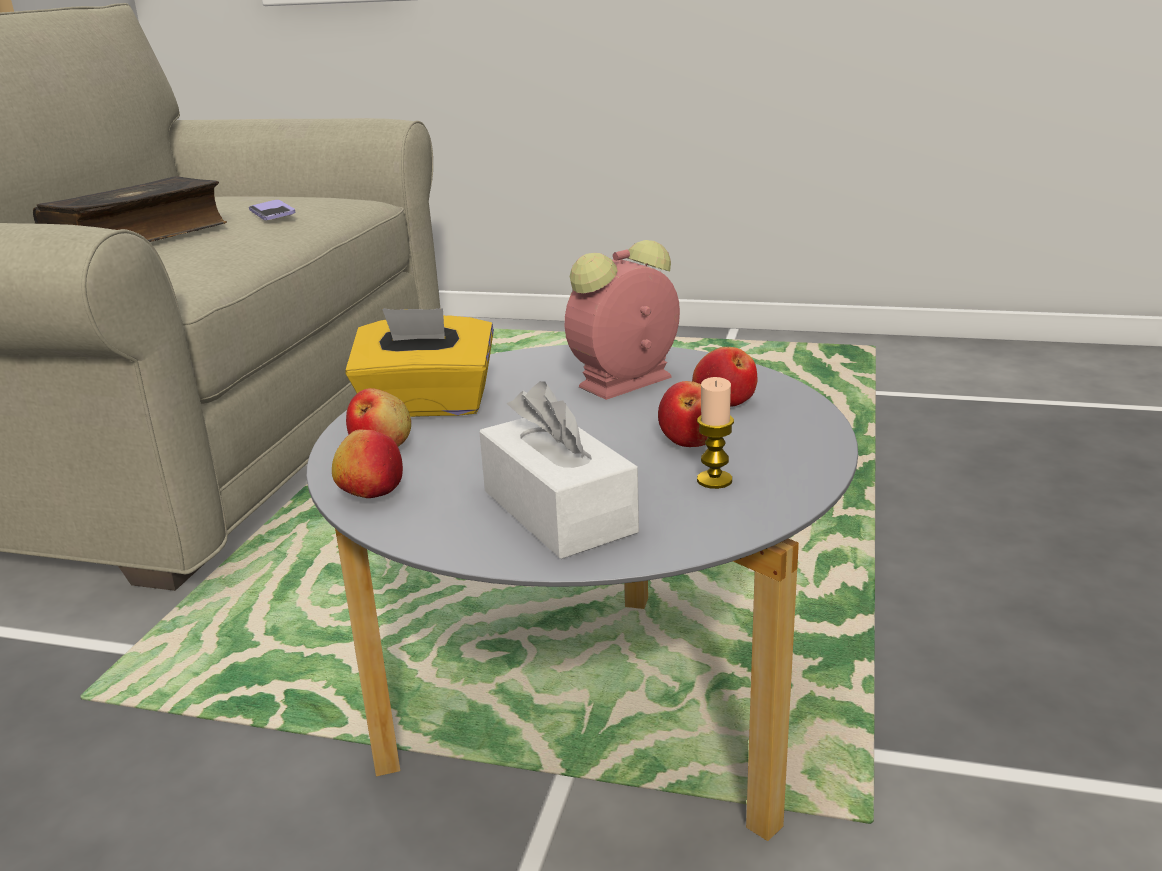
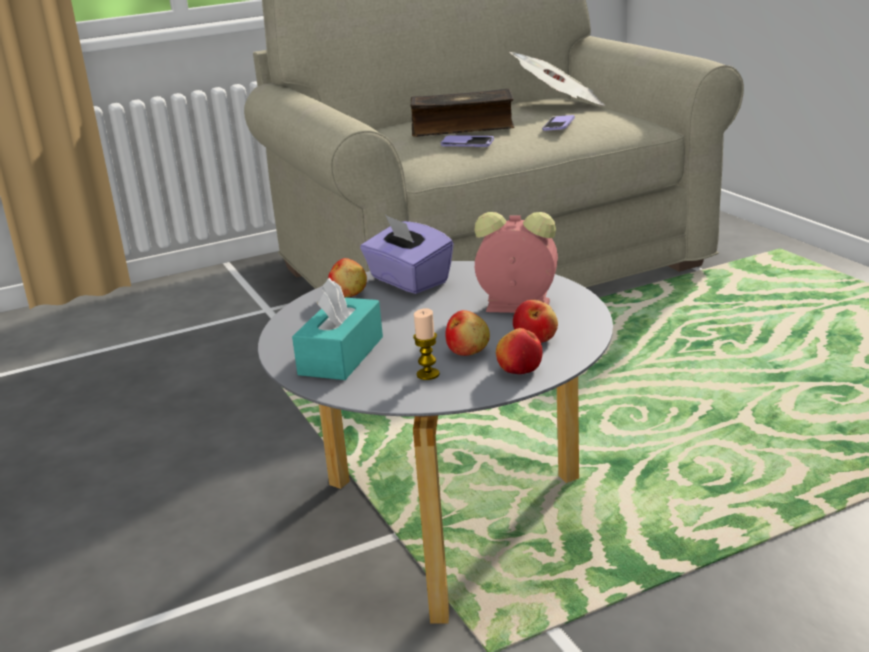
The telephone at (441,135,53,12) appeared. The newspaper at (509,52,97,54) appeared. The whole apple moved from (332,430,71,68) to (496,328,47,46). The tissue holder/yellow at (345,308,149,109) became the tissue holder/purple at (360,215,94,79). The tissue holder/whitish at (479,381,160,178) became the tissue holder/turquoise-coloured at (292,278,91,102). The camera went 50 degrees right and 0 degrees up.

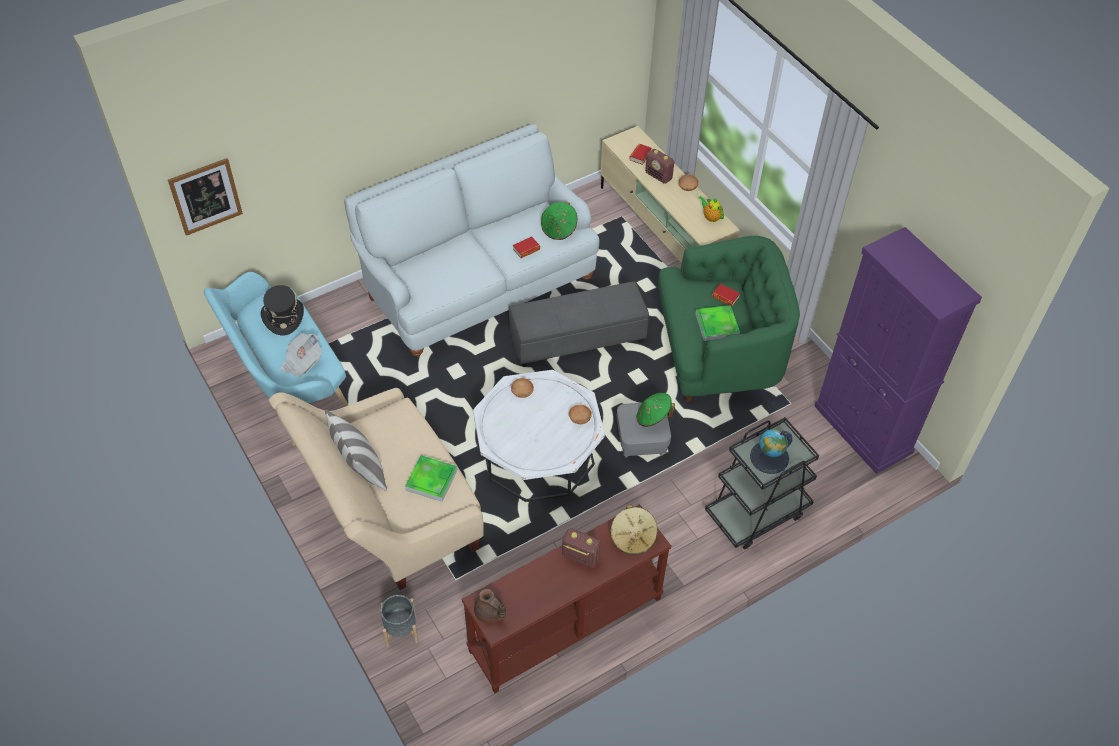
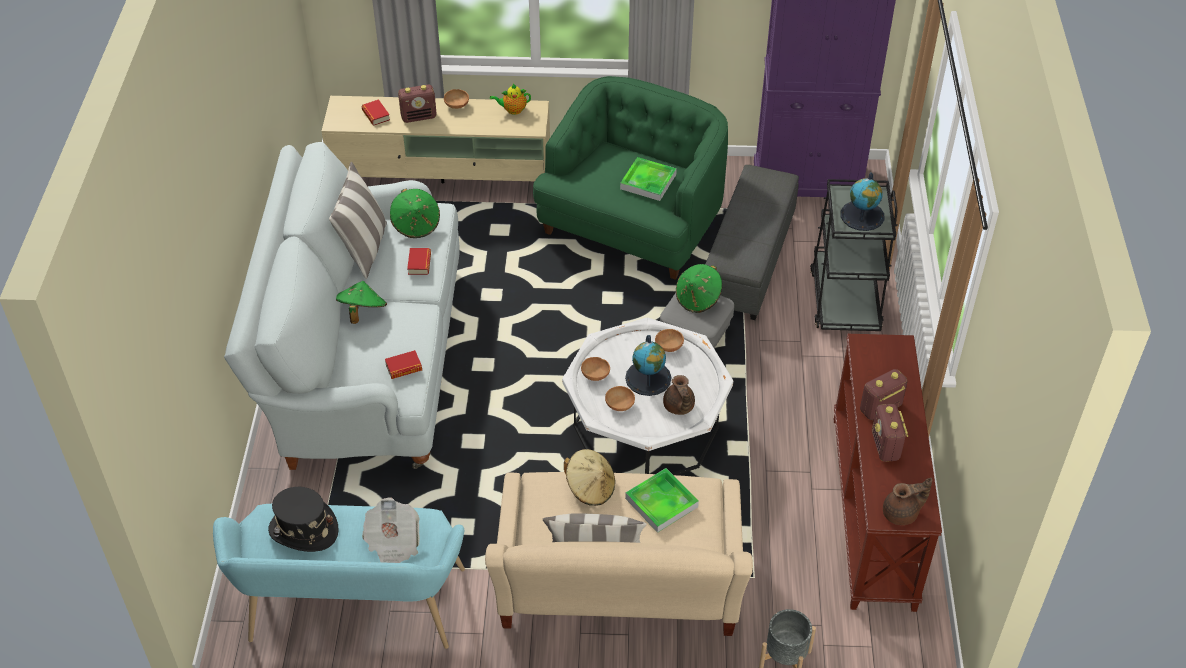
The wall art at (168,158,75,78) disappeared. The cushion at (329,162,58,117) appeared. The clothing hat/green at (336,281,51,43) appeared. The deep dish/brownish at (605,386,30,25) appeared. The desk globe at (625,335,47,61) appeared. The teapot/brownish at (663,375,32,40) appeared. The radio receiver at (872,404,36,58) appeared. The footrest/grey moved from (509,281,140,86) to (705,165,94,155). The clothing hat/beige-coloured moved from (610,505,48,50) to (564,449,51,57). The volume moved from (712,284,28,23) to (385,350,37,29). The camera went 55 degrees left and 5 degrees down.

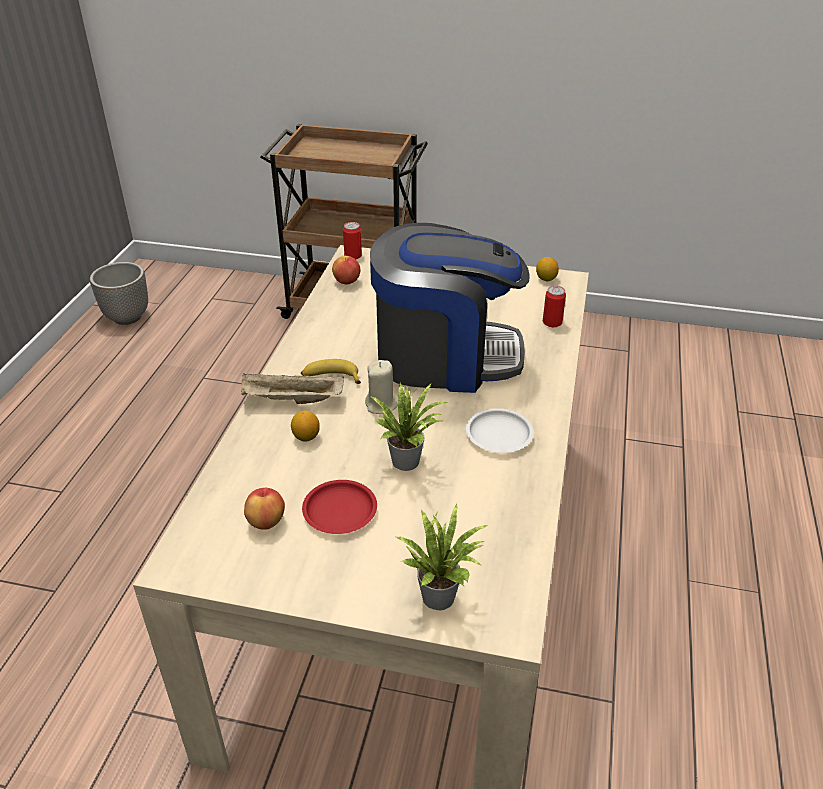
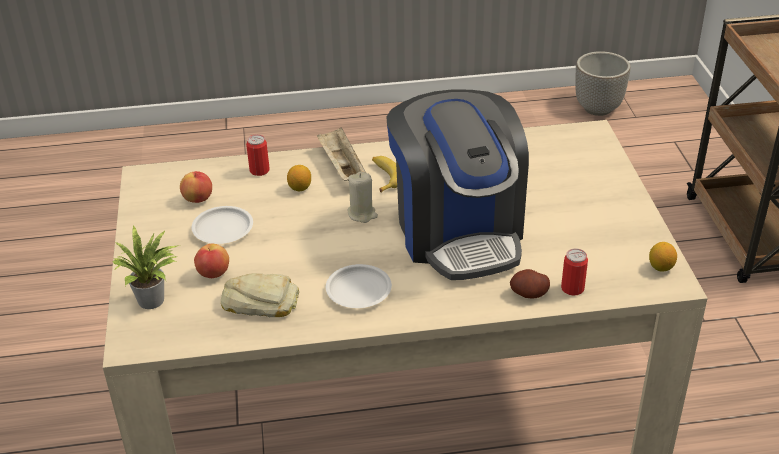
The potted plant at (370,383,79,88) disappeared. The bakery bread at (221,273,78,44) appeared. The spud at (510,269,40,29) appeared. The whole apple moved from (332,255,28,30) to (194,244,35,34). The metal can moved from (343,222,19,37) to (246,134,24,42). The plate/red-coloured at (302,480,75,54) became the plate/whitish at (192,206,61,38). The camera went 70 degrees right and 0 degrees up.

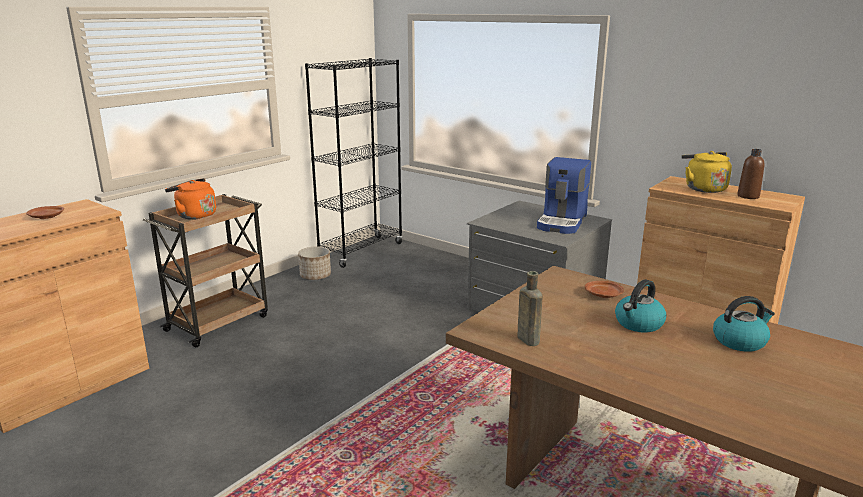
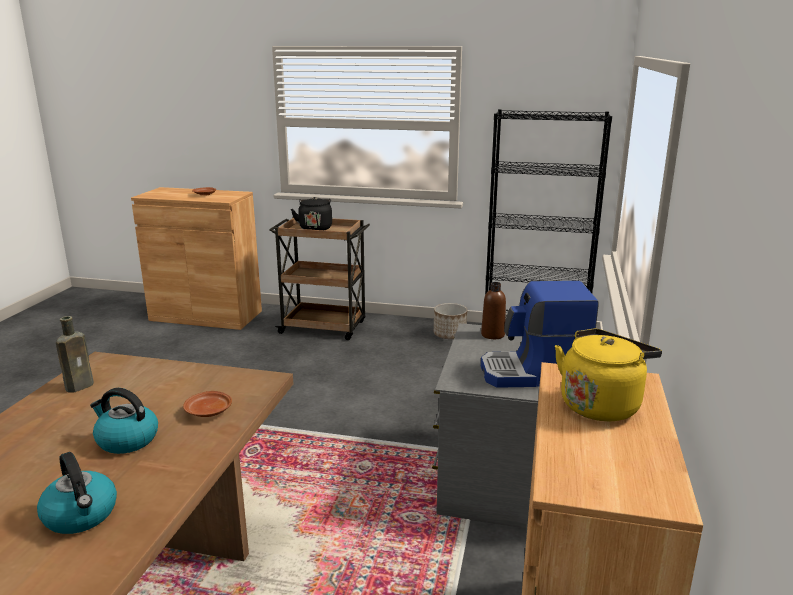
The bottle/brownish moved from (737,149,28,50) to (481,282,25,57). The kettle/orangey at (165,178,51,42) became the kettle/black at (291,197,41,33). The camera went 65 degrees right and 0 degrees up.

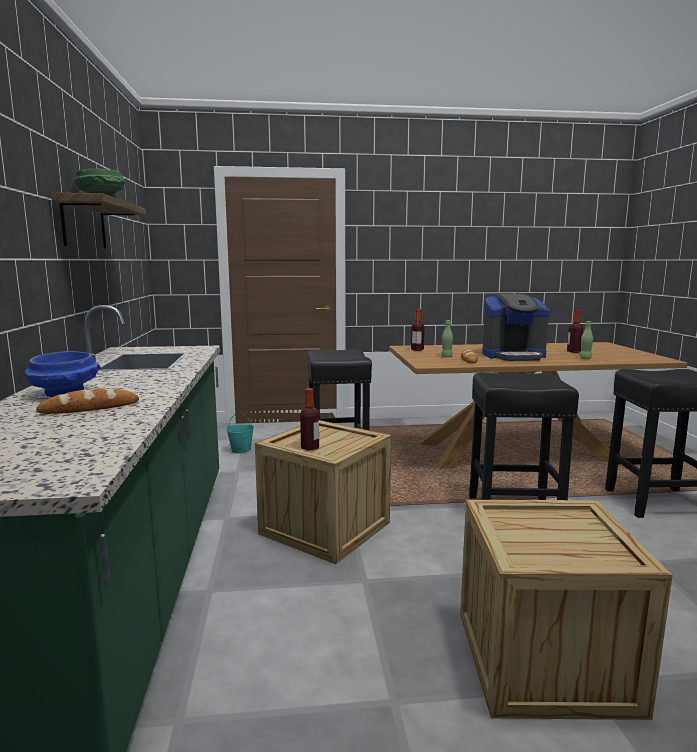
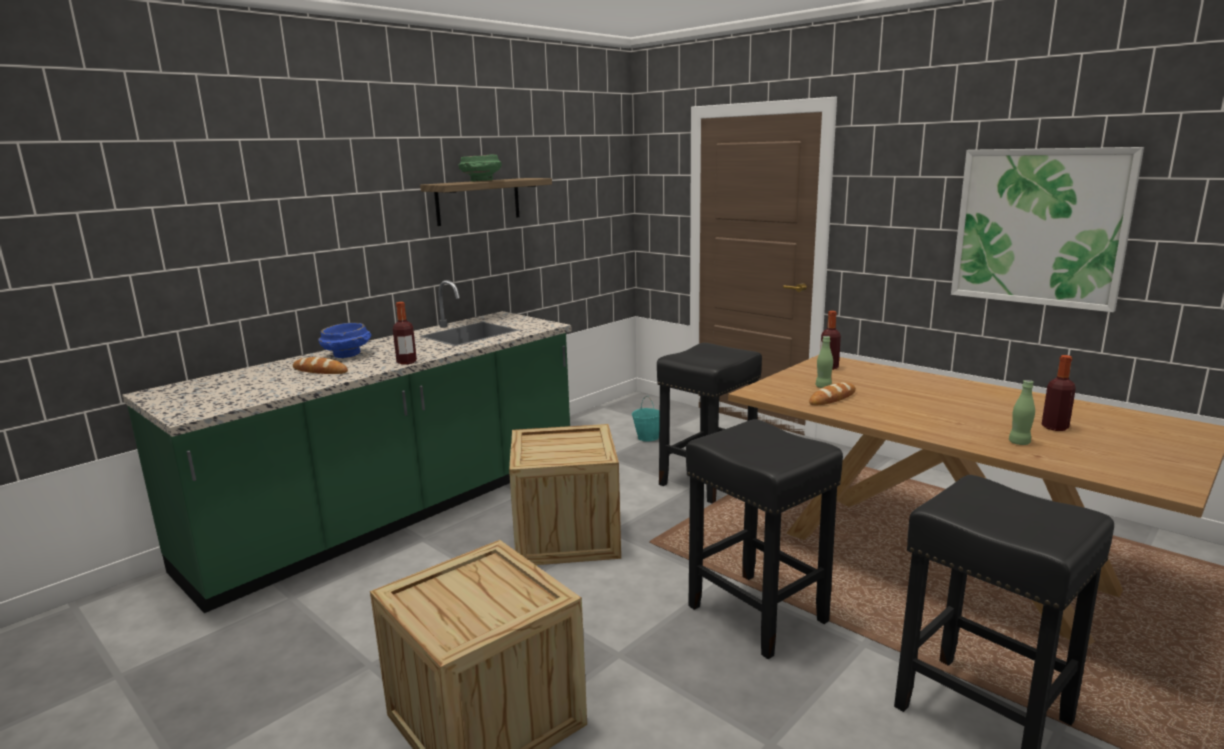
The coffee brewer at (482,294,68,67) disappeared. The wall art at (951,147,193,165) appeared. The bottle moved from (300,388,19,62) to (393,302,24,63). The camera went 50 degrees right and 5 degrees up.

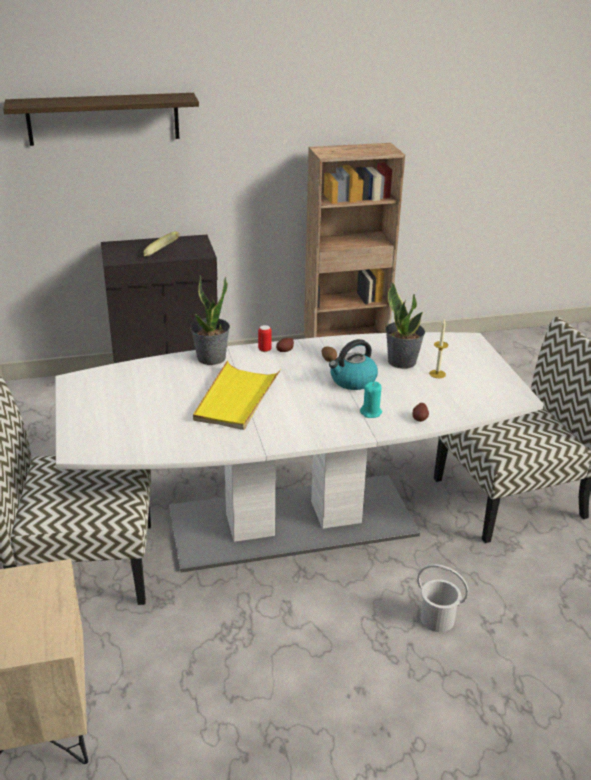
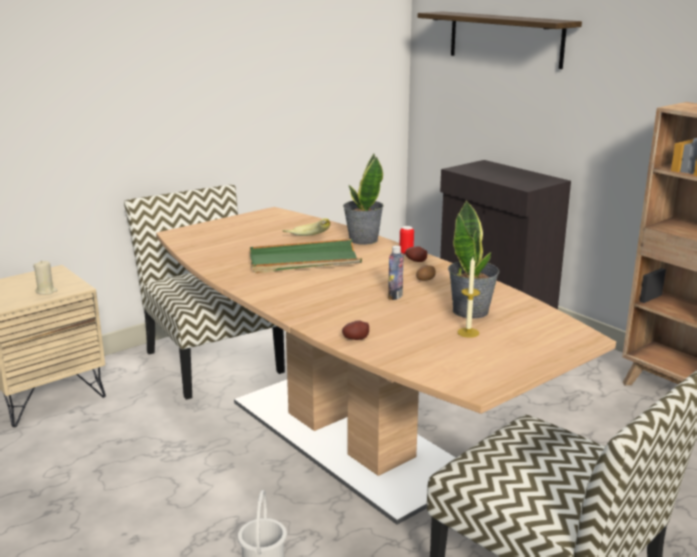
The wax light/turquoise-coloured at (360,382,22,36) disappeared. The wax light/beige-coloured at (33,260,25,35) appeared. The banana fruit moved from (143,232,37,24) to (282,218,48,18). The kettle at (329,339,49,51) was replaced by the bottle at (388,246,16,54). The kitchen table/whitish at (55,332,489,241) became the kitchen table/brownish at (156,207,460,318). The serving tray/yellow at (193,360,88,70) became the serving tray/green at (250,239,112,34). The camera went 65 degrees right and 10 degrees down.

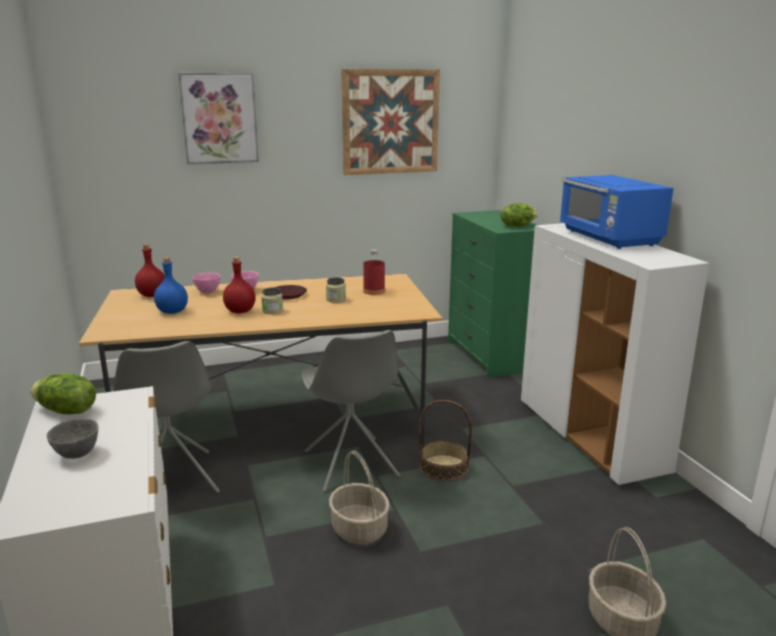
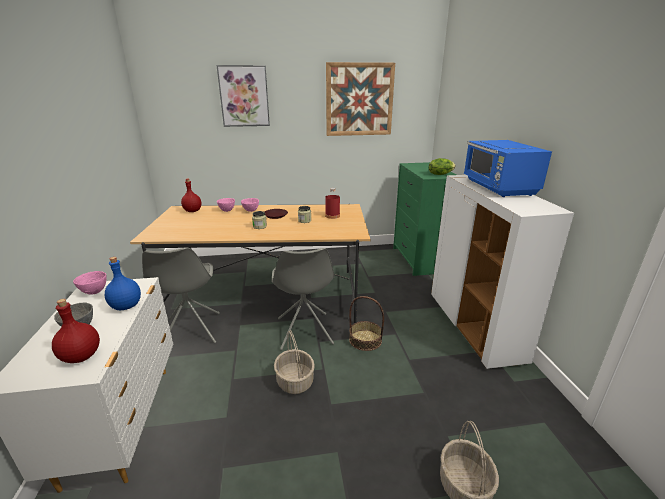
The bottle/bluish moved from (154,257,34,57) to (105,257,36,53). The bottle/red-coloured moved from (223,257,33,56) to (52,299,48,64). The lettuce head at (30,373,66,42) was replaced by the deep dish/pink at (73,271,34,24). The camera went 10 degrees right and 5 degrees up.

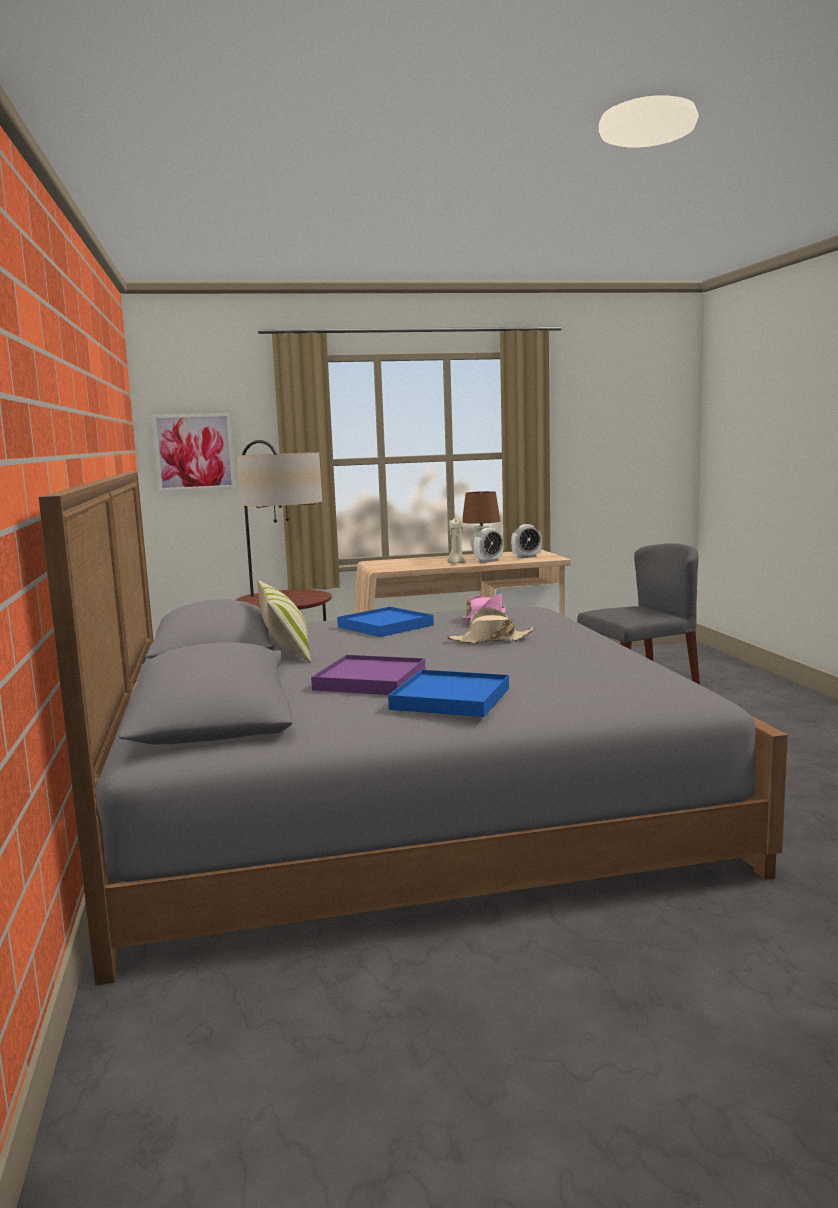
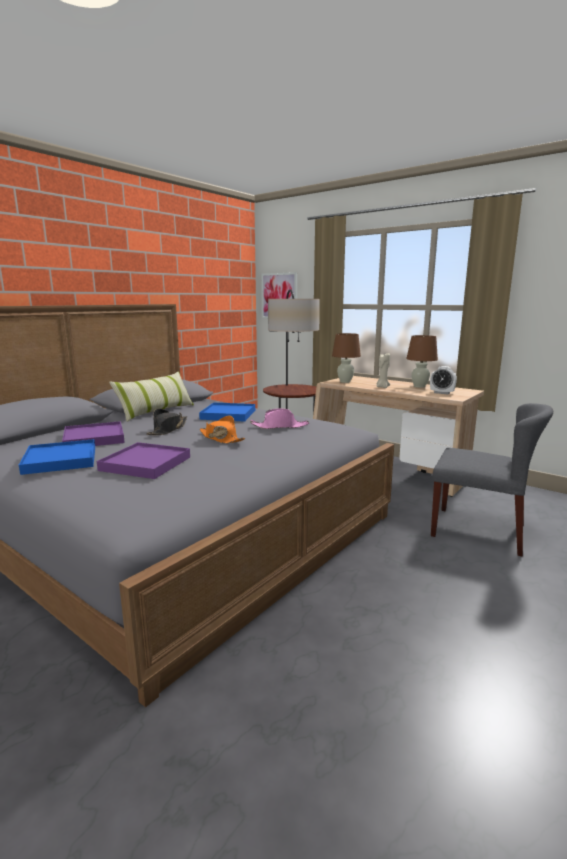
The bedside clock at (474,528,29,35) disappeared. The serving tray/purple at (97,442,93,37) appeared. The clothing hat/black at (146,409,41,26) appeared. The lamp for a table/brownish at (332,333,29,50) appeared. The clothing hat/beige-coloured at (446,608,90,36) became the clothing hat/orangey at (200,416,45,28). The camera went 50 degrees right and 5 degrees up.

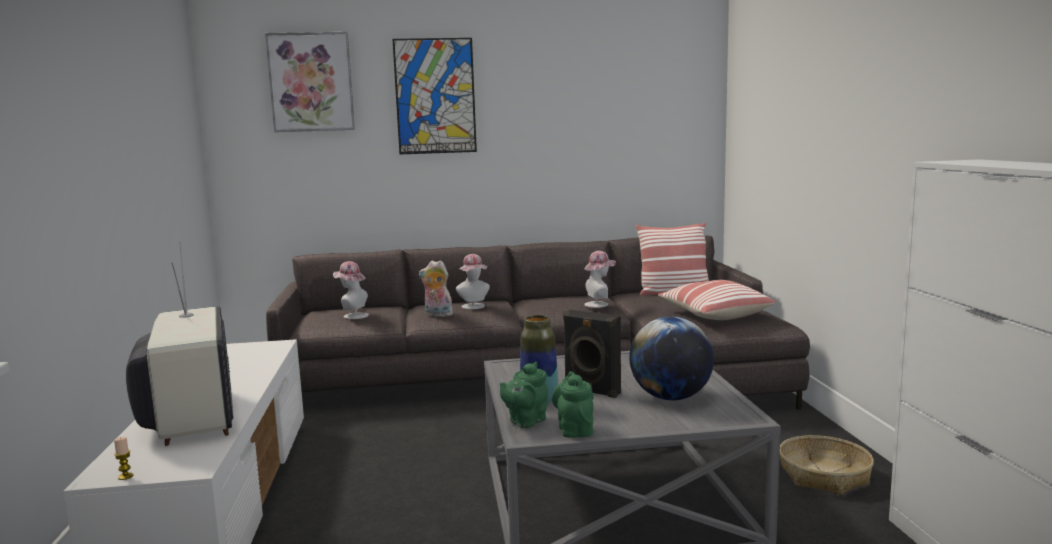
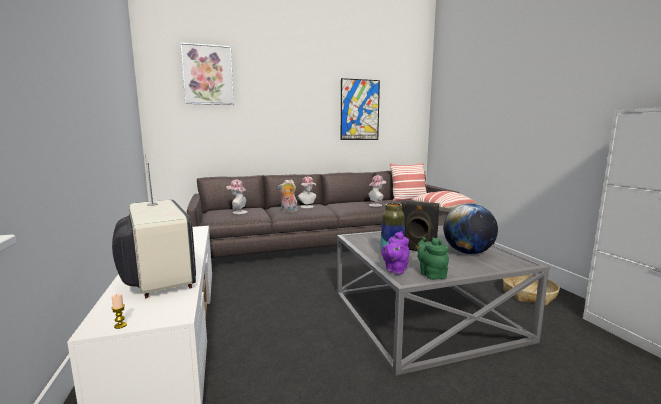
The wall art moved from (392,38,85,116) to (341,78,39,62). The teapot/green at (500,362,48,66) became the teapot/purple at (382,231,28,44). The camera went 10 degrees left and 0 degrees up.

